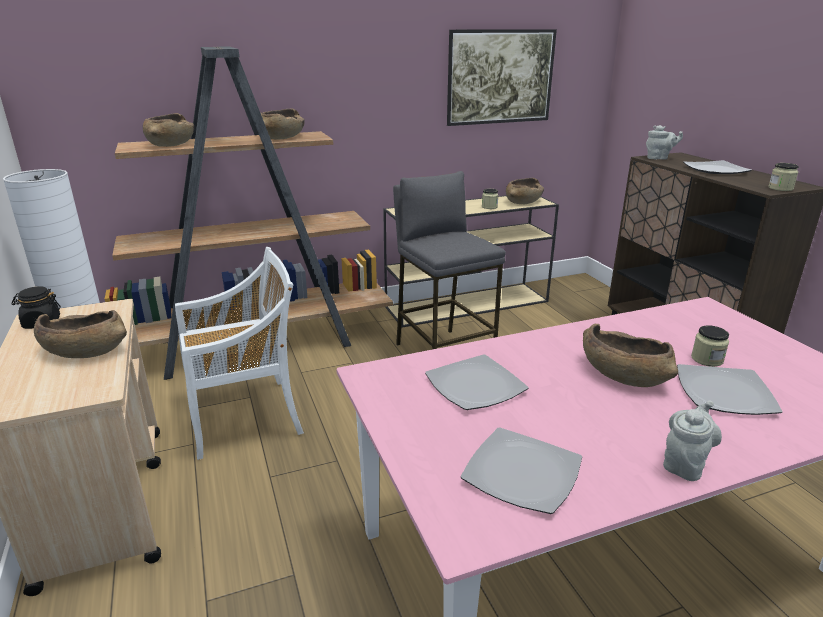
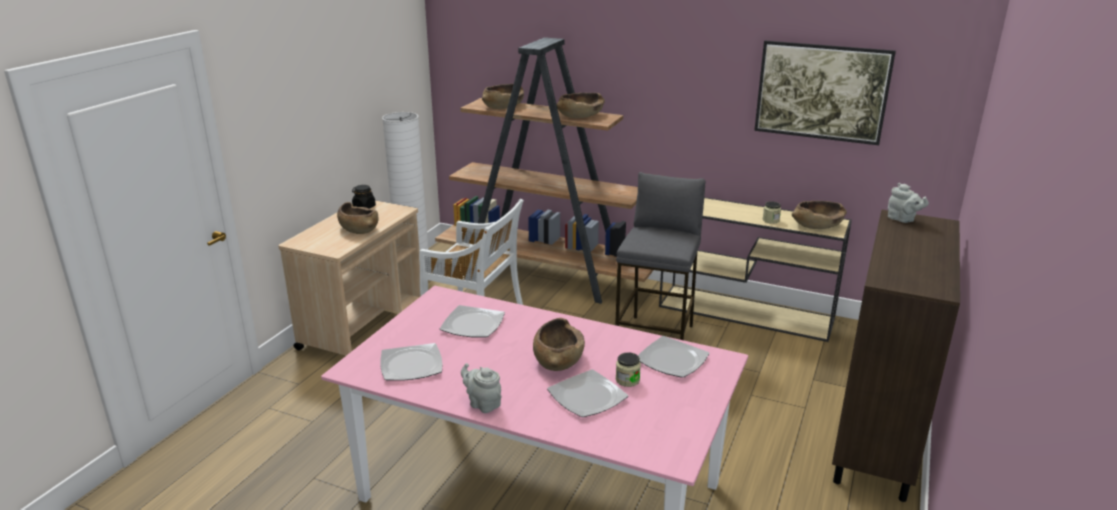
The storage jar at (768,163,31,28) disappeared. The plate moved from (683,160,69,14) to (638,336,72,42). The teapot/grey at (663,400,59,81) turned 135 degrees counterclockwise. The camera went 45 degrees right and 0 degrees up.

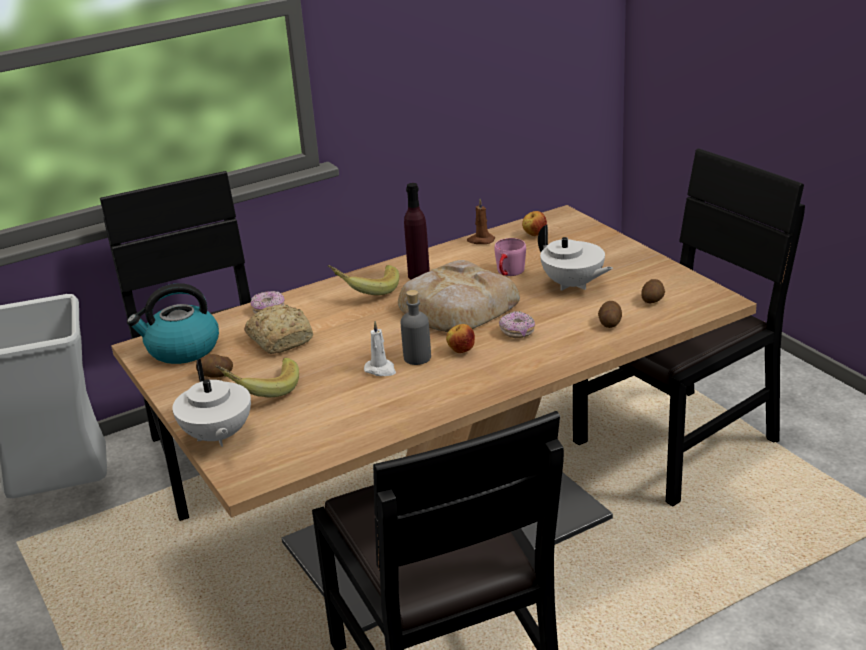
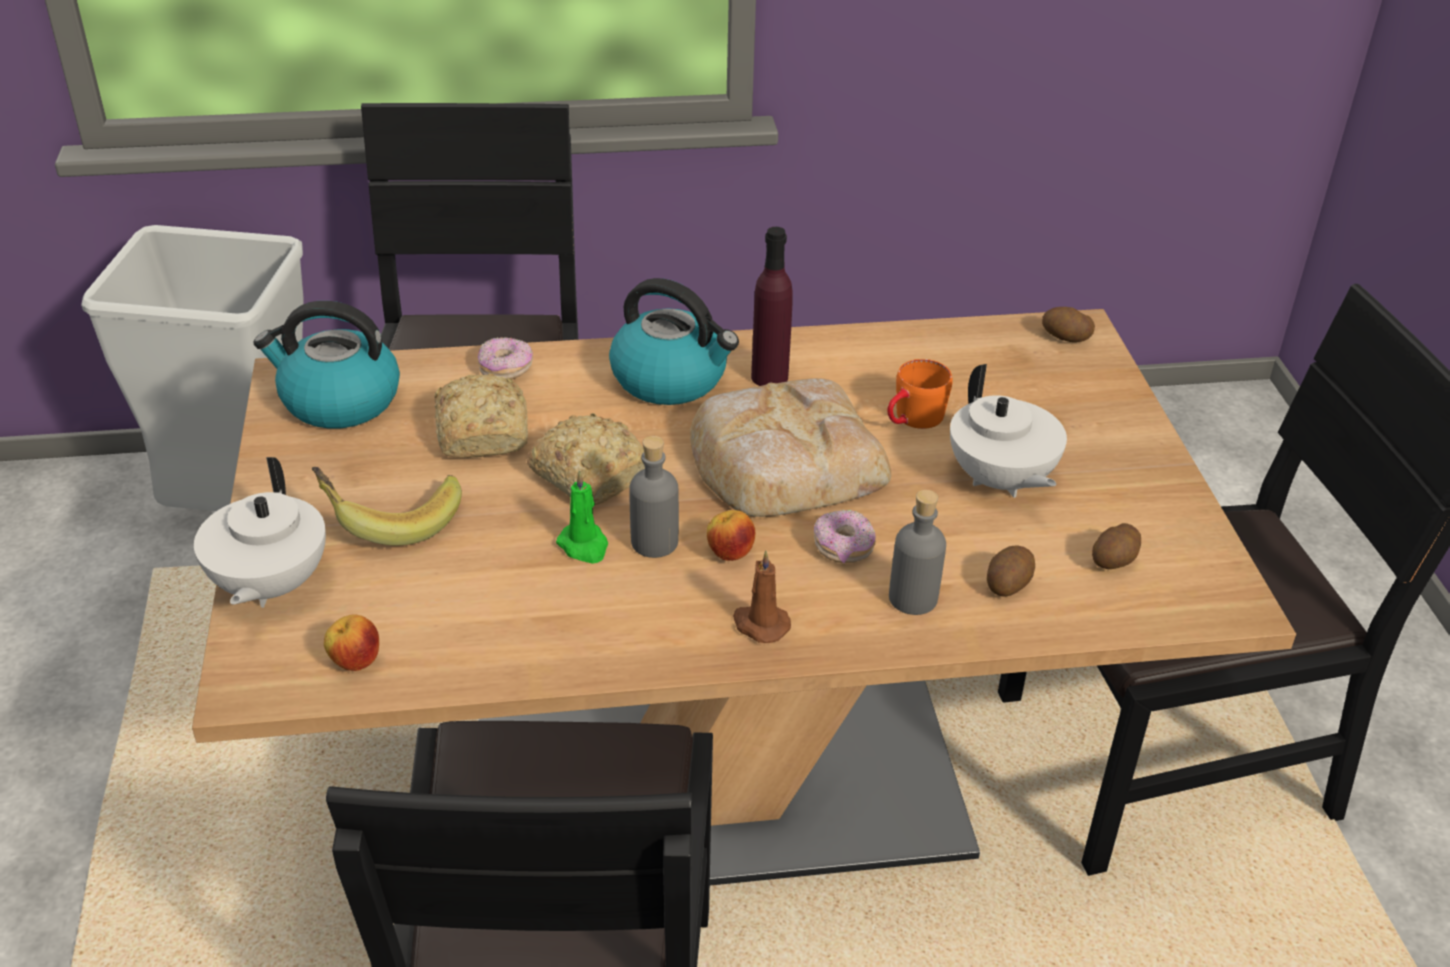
The bakery bread at (526,413,119,92) appeared. The bottle/grey at (889,490,57,125) appeared. The spud moved from (196,354,37,24) to (1042,307,53,35). The wax light/brownish moved from (467,199,28,45) to (733,550,58,93). The whole apple moved from (522,211,25,25) to (324,614,55,57). The banana fruit at (328,265,71,30) was replaced by the kettle at (609,278,130,127). The wax light/whitish at (364,321,32,55) became the wax light/green at (556,470,52,94). The tea mug/pink at (494,238,32,38) became the tea mug/orangey at (887,359,66,70). The camera went 20 degrees right and 10 degrees up.

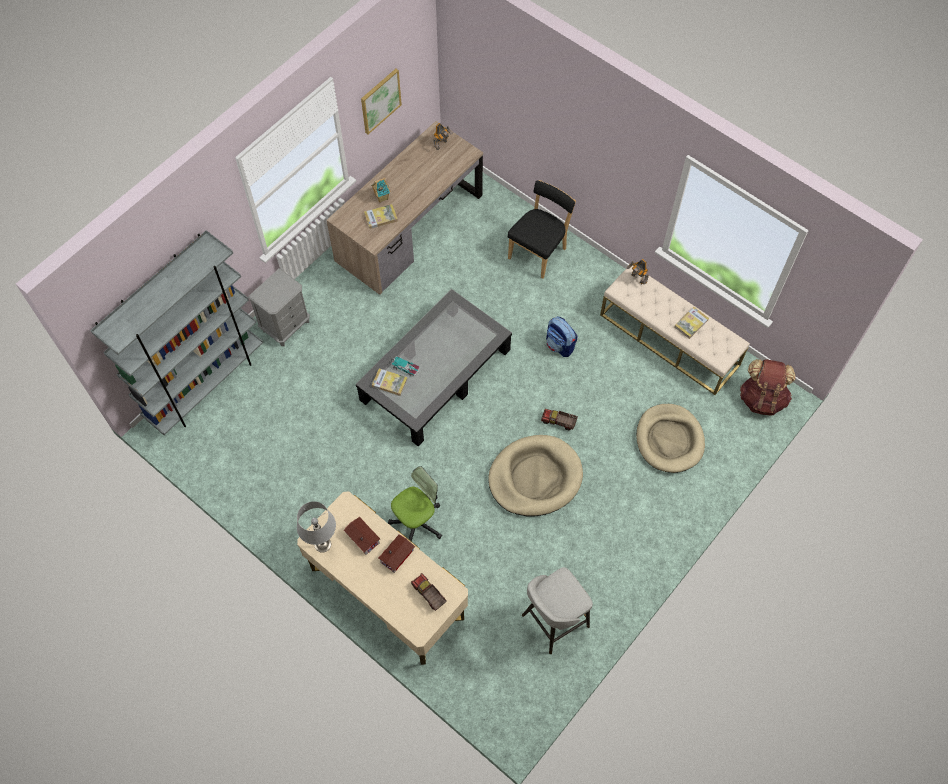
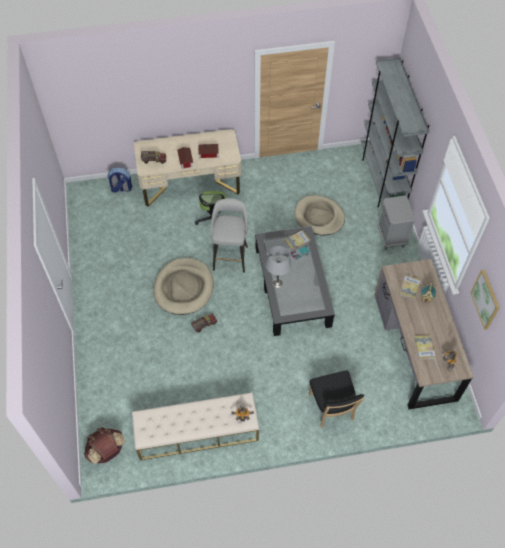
The lamp for a table/grey moved from (297,501,39,52) to (266,246,25,42). The stool/grey moved from (522,567,71,87) to (211,198,37,75). The knapsack moved from (546,316,32,41) to (107,167,25,26). The dog cushion/beige-coloured moved from (636,404,69,69) to (294,195,51,40). The volume moved from (674,307,35,32) to (414,335,22,25). The camera went 130 degrees right and 5 degrees down.

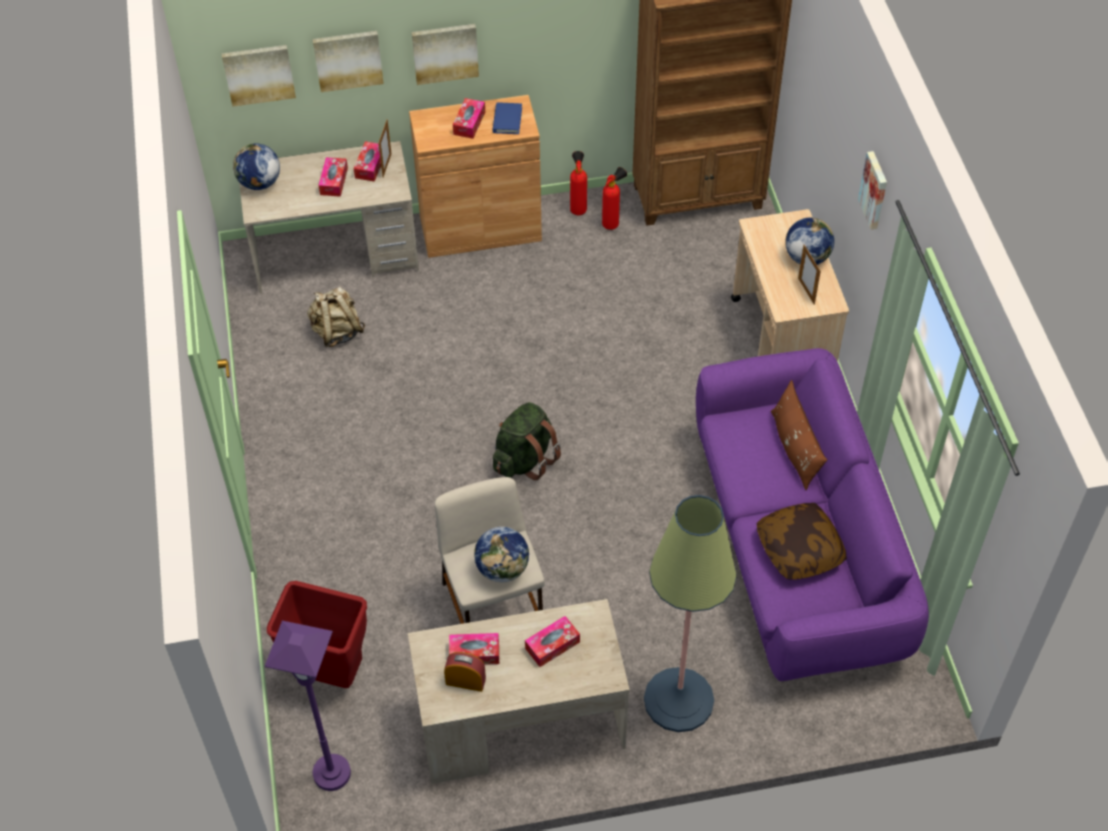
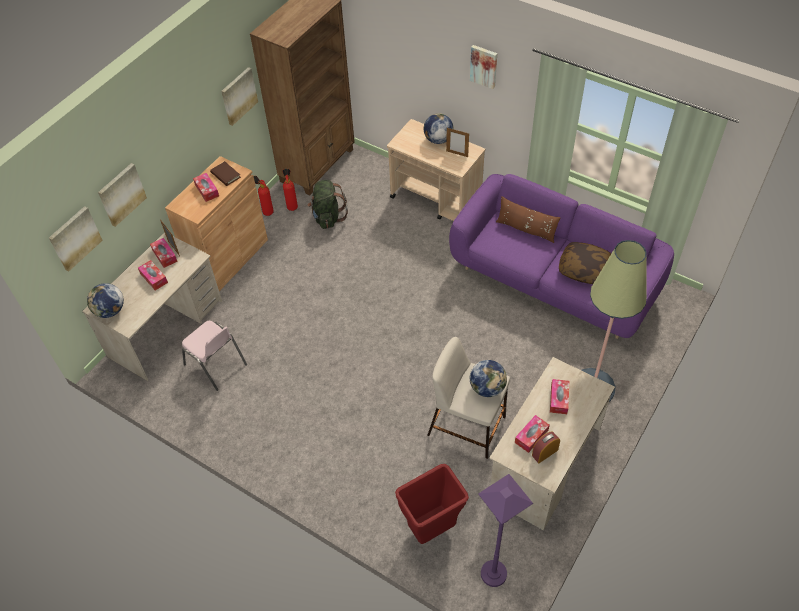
The wall art moved from (412,24,67,61) to (221,67,37,59). The knapsack/green moved from (493,402,68,78) to (307,180,41,49). The knapsack/beige-coloured at (307,287,58,60) was replaced by the upright chair/pink at (182,321,65,70). The volume/bluish at (492,103,30,31) became the volume/brownish at (210,161,31,25). The camera went 45 degrees left and 0 degrees up.

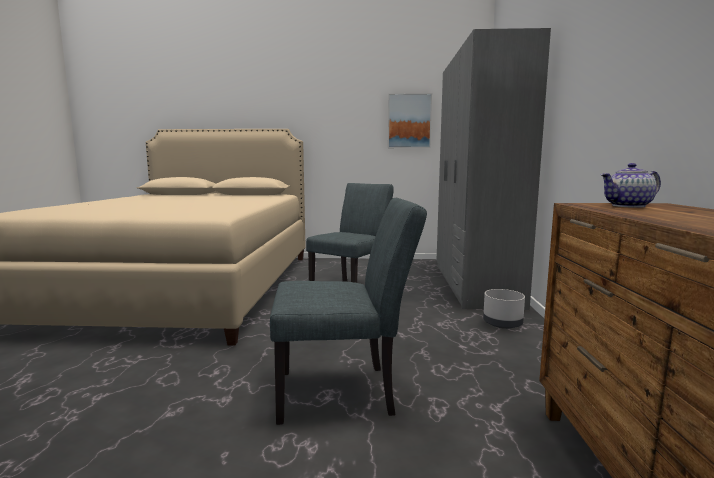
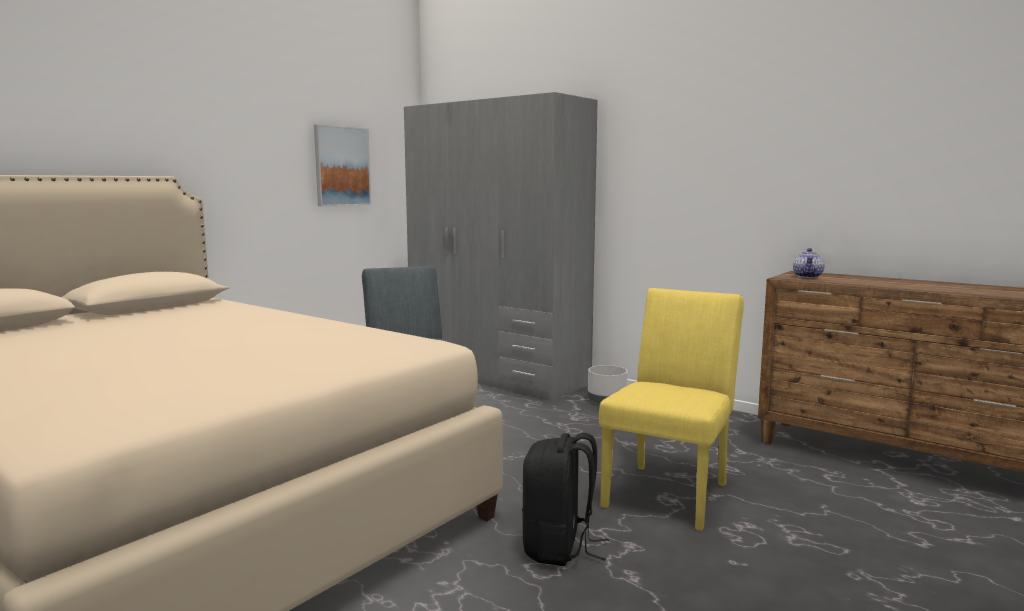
The knapsack/black at (522,433,87,133) appeared. The upright chair/grey at (270,198,157,227) became the upright chair/yellow at (599,288,145,243). The camera went 55 degrees left and 0 degrees up.

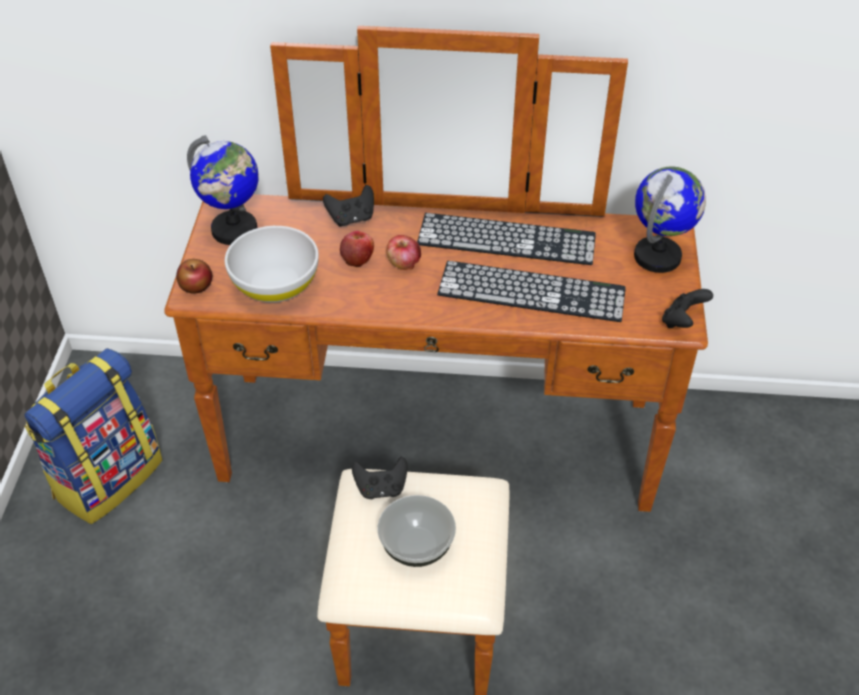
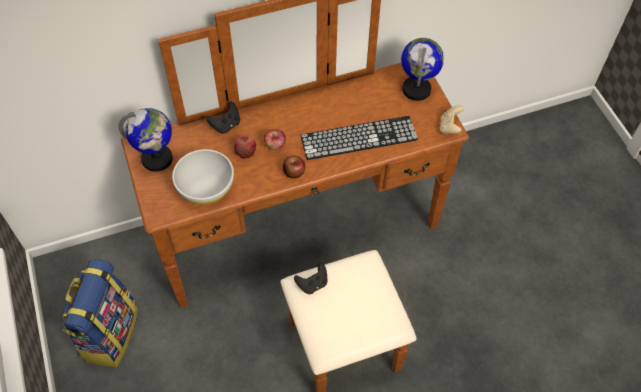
The deep dish at (378,495,78,72) disappeared. The PC keyboard at (417,213,179,52) disappeared. The whole apple moved from (176,259,36,35) to (283,156,22,22). The game controller/black at (662,289,51,39) became the game controller/beige-coloured at (440,105,24,30). The camera went 25 degrees left and 10 degrees up.

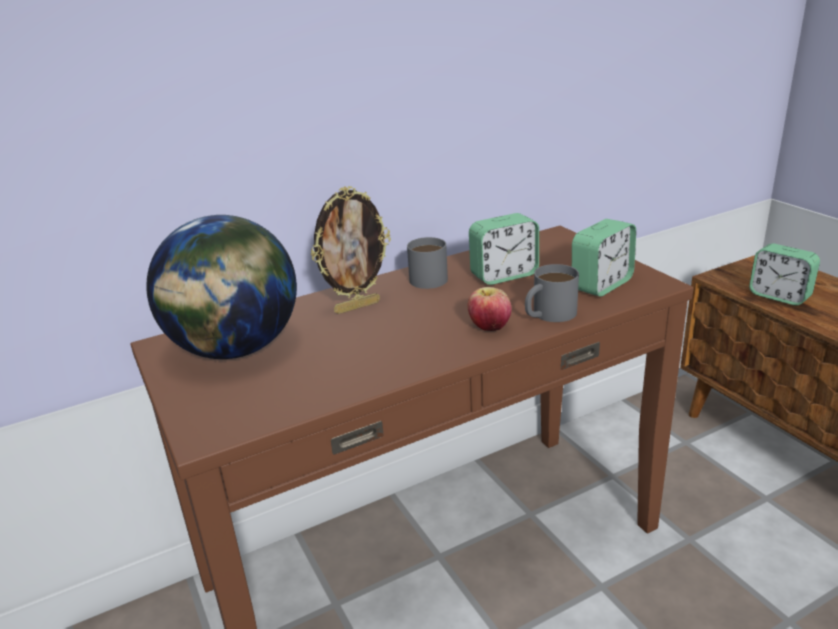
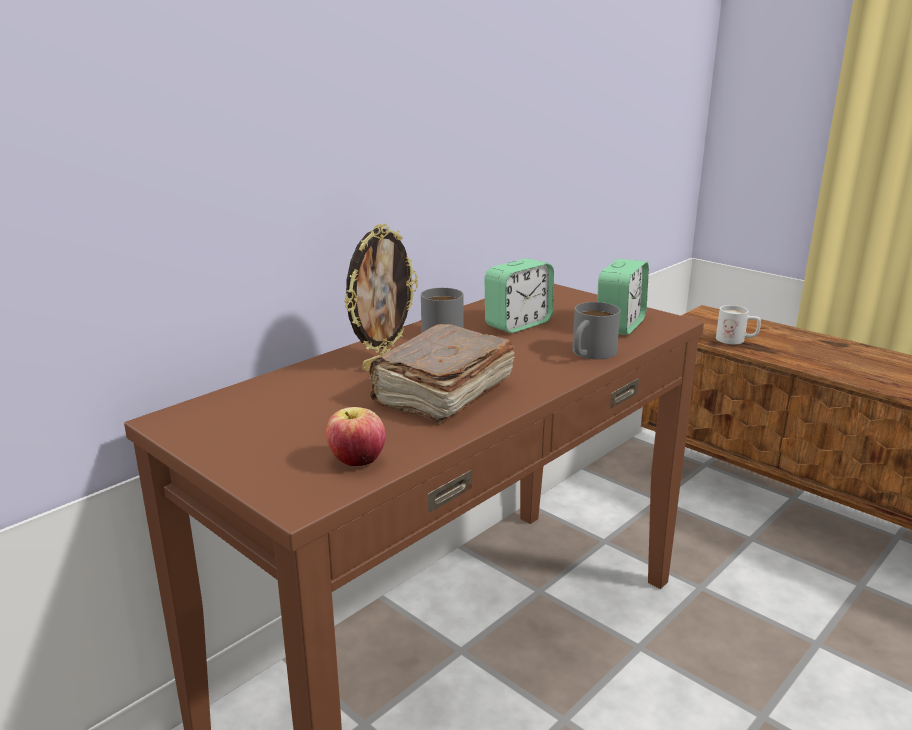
The desk globe at (146,215,151,144) disappeared. The volume/brownish at (369,324,146,100) appeared. The whole apple moved from (467,287,44,44) to (326,407,59,59). The bedside clock at (749,243,71,62) was replaced by the tea mug/whitish at (716,305,45,39). The camera went 20 degrees left and 5 degrees down.

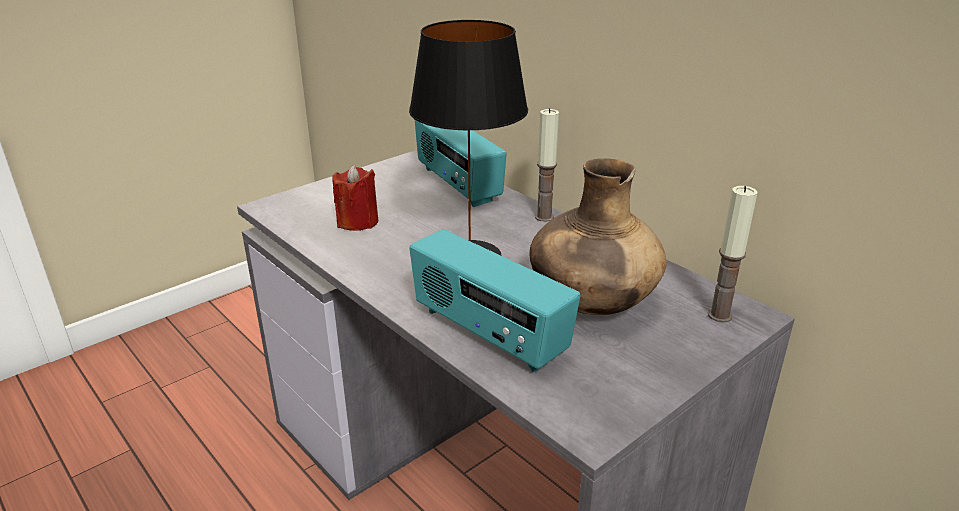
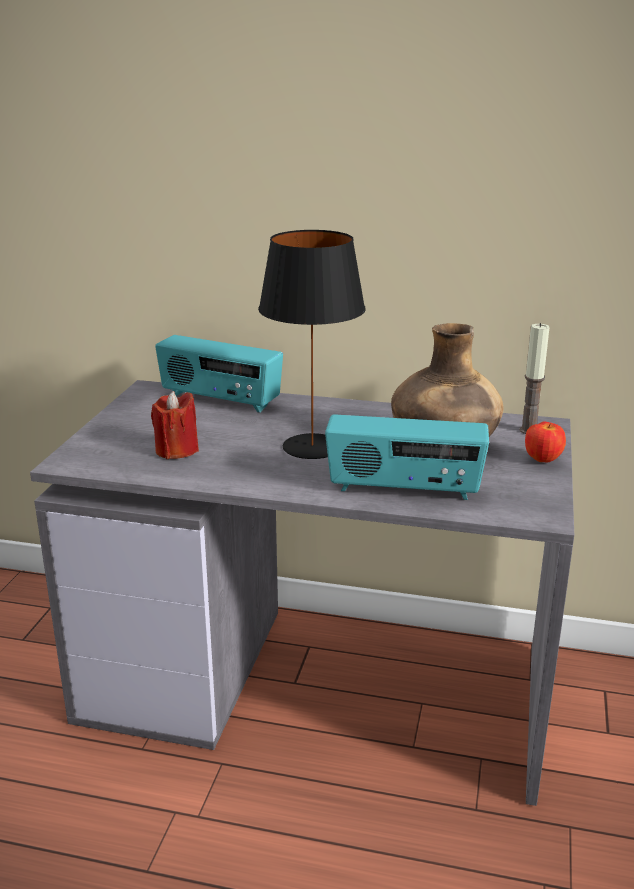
The wax light at (535,108,24,114) disappeared. The whole apple at (525,422,41,40) appeared. The camera went 35 degrees left and 5 degrees down.

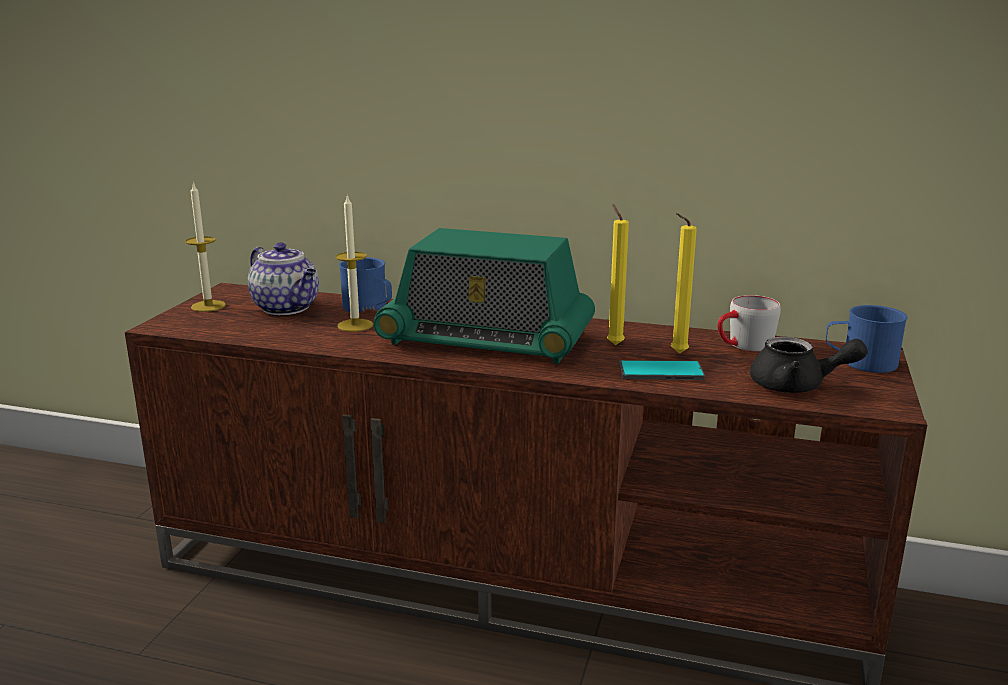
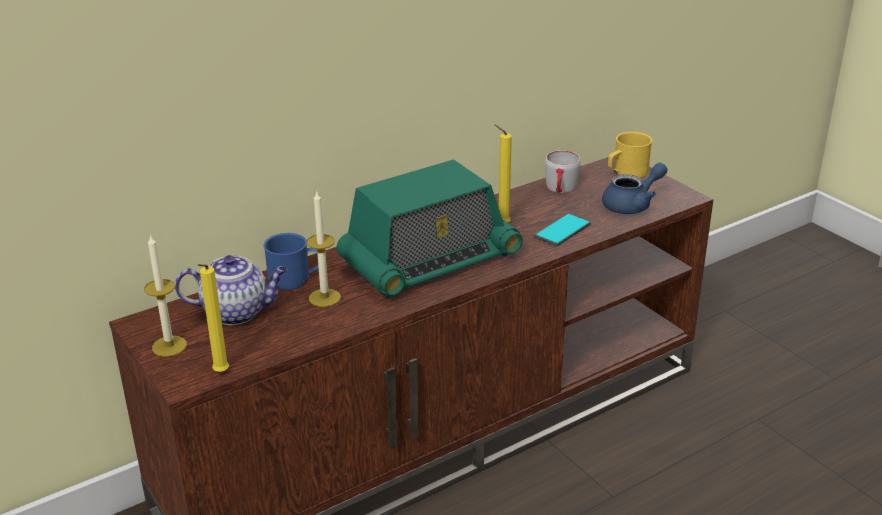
The wax light/yellow moved from (671,213,26,141) to (197,264,32,108). The teapot/black at (750,337,118,56) became the teapot/bluish at (602,163,65,51). The tea mug/bluish at (826,305,82,68) became the tea mug/yellow at (608,132,44,46). The camera went 50 degrees left and 10 degrees up.

